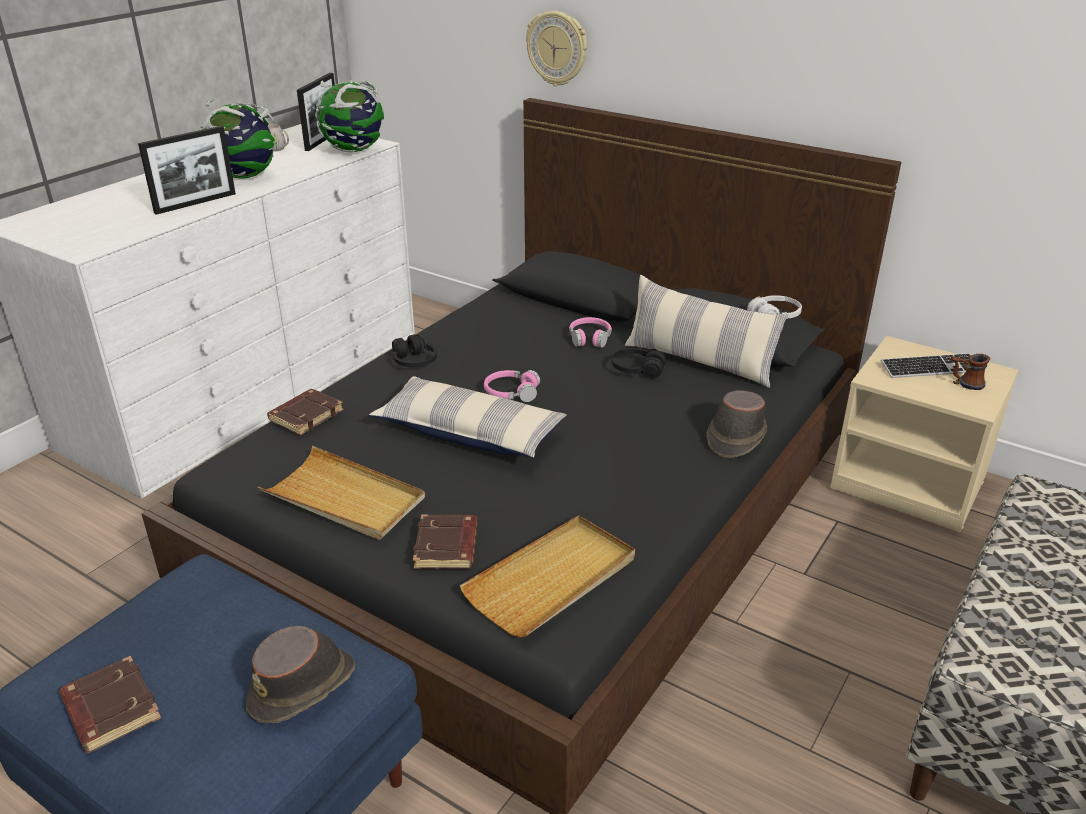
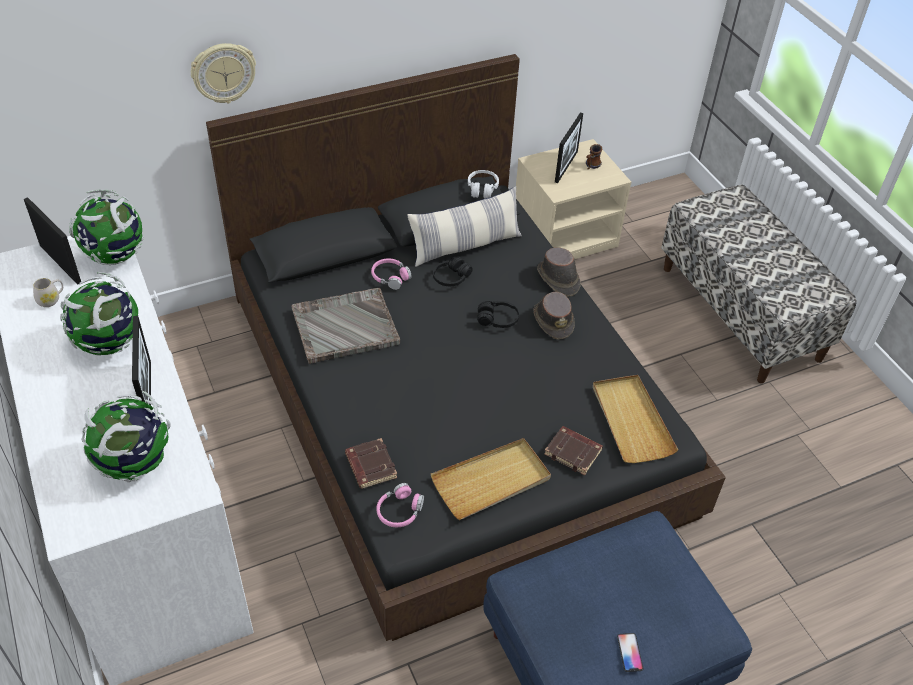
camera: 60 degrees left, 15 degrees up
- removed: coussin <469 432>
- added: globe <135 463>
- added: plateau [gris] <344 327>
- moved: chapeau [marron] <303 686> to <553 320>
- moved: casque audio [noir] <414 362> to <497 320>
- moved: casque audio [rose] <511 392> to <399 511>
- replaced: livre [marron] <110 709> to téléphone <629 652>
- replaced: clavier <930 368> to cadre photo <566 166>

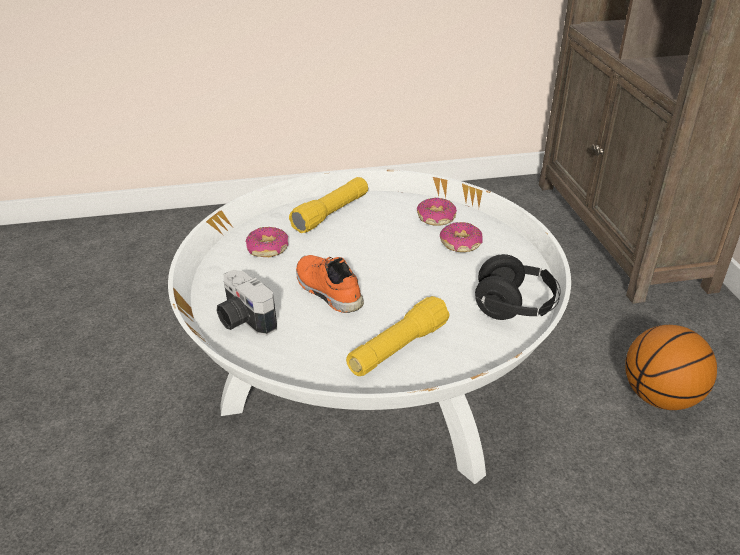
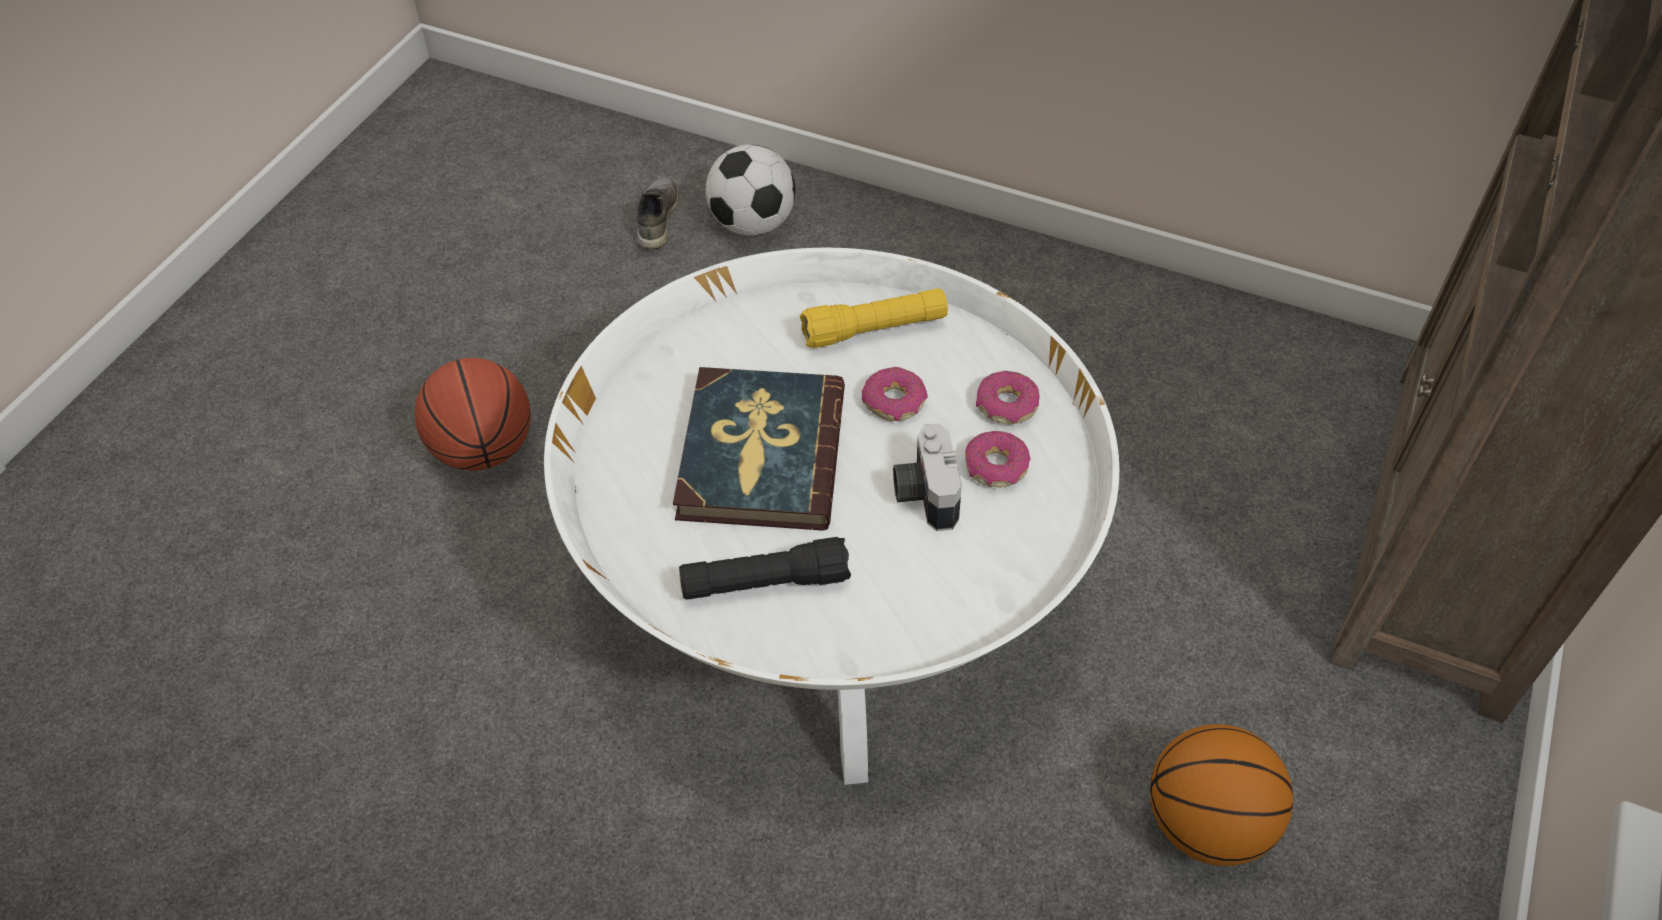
camera: 35 degrees right, 15 degrees up
- removed: casque audio [noir] <515 307>
- added: ballon de basket <483 450>
- added: chaussure [gris] <656 219>
- added: ballon de foot <752 224>
- moved: appareil photo <243 320> to <923 493>
- moved: beignet <268 248> to <894 402>
- replaced: chaussure [orange] <326 291> to livre <760 454>
- recoloured: lampe de poche [jaune] <398 348> to lampe de poche [noir] <765 583>

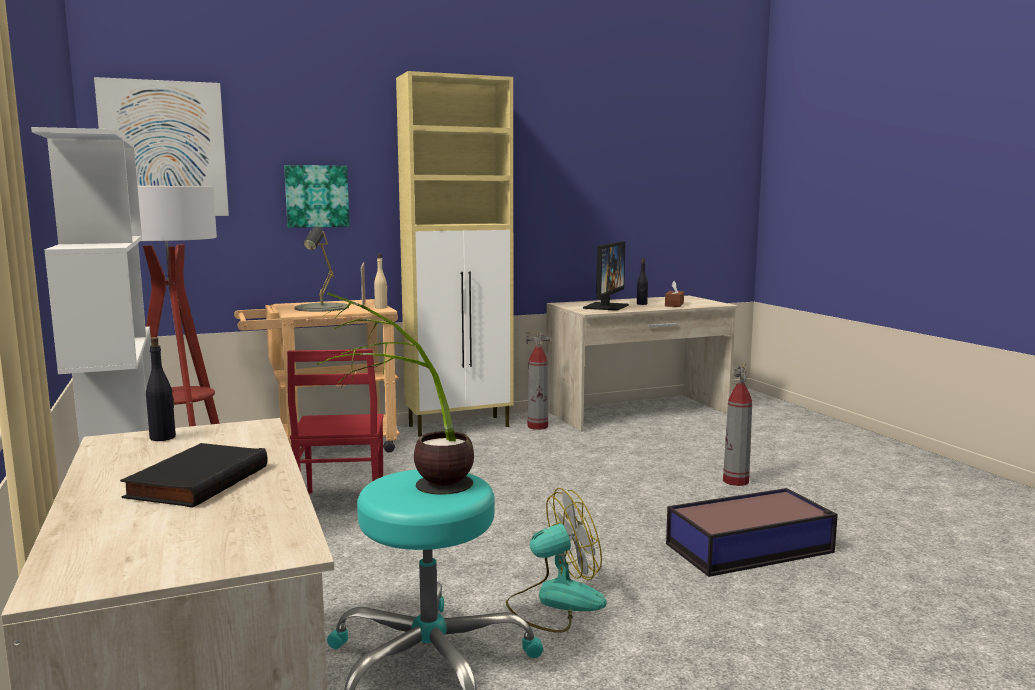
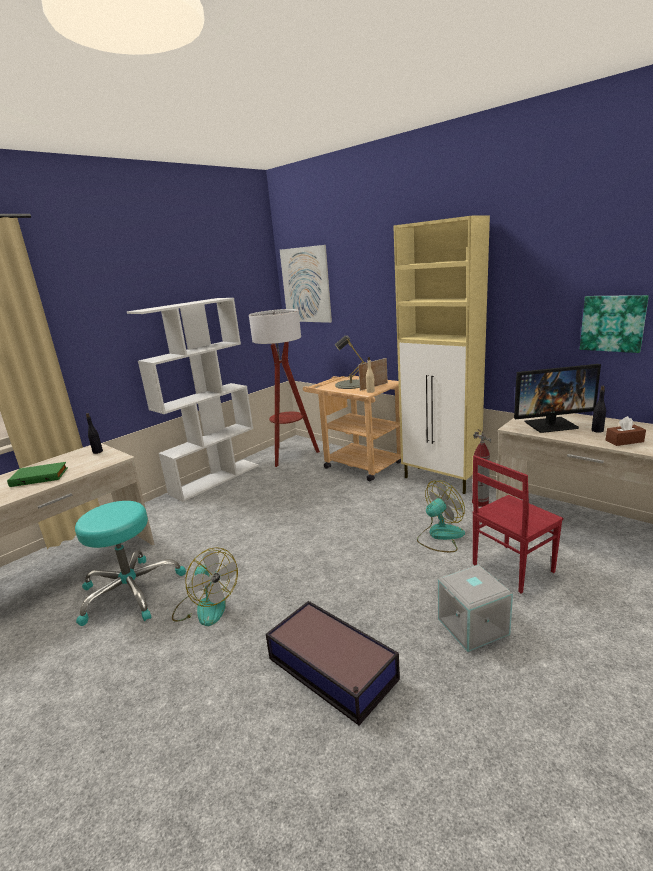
camera: 65 degrees right, 10 degrees up
- removed: plante en pot <410 490>
- added: ventilateur <440 536>
- moved: tableau <317 196> to <613 323>
- moved: chaise [rouge] <340 504> to <511 568>
- replaced: extincteur <736 481> to boîte de rangement [gris] <473 627>
- recoloured: livre [noir] <196 481> to livre [vert] <40 476>

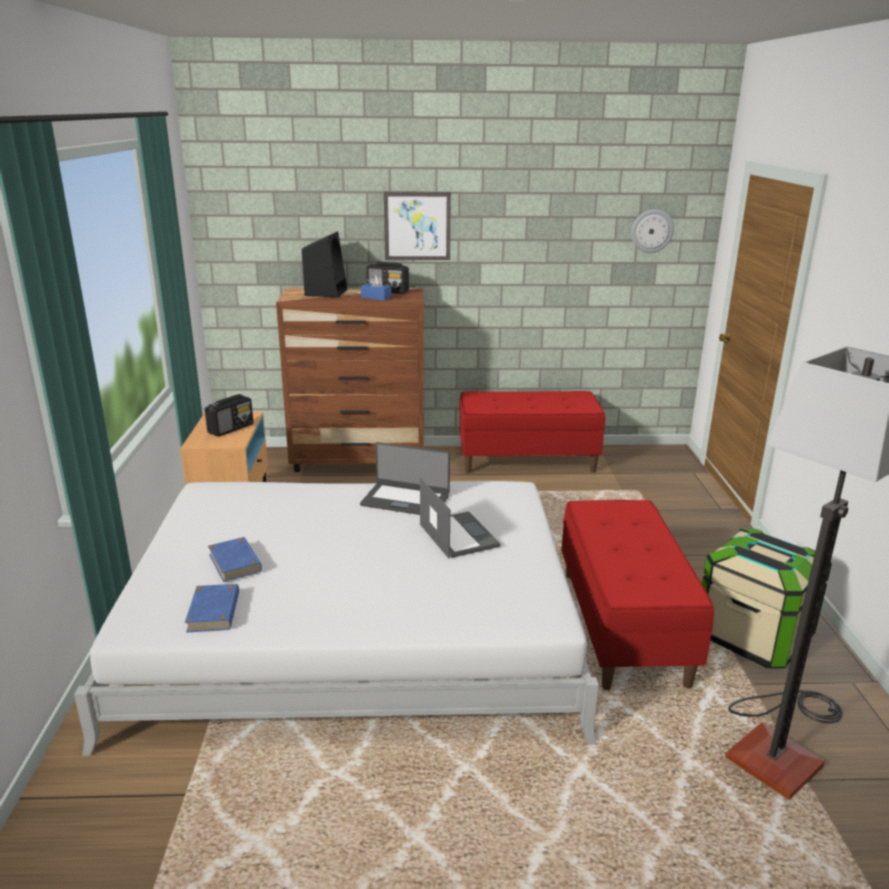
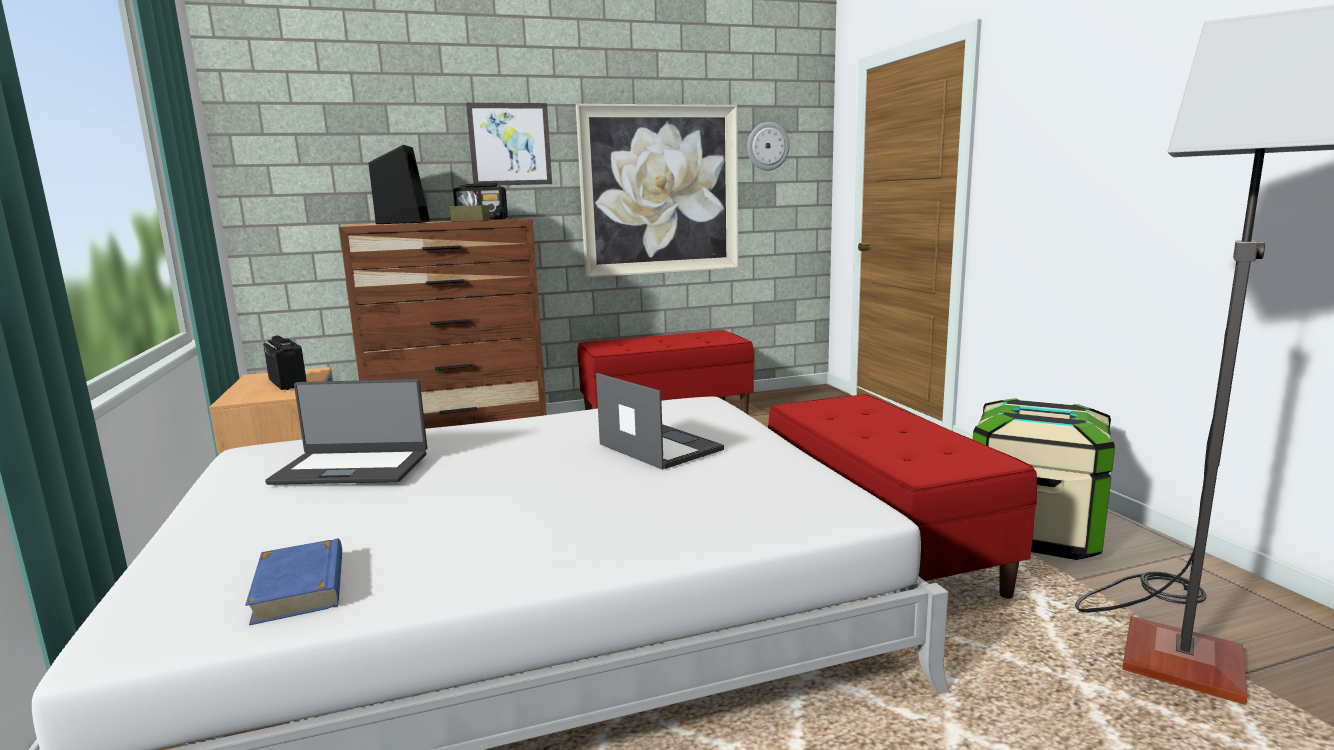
camera: 15 degrees left, 10 degrees down
- removed: livre [bleu] <235 562>
- added: tableau <660 190>
- moved: ordinateur portable <405 500> to <352 468>
- recoloured: boîte à mouchoirs [bleu] <376 297> to boîte à mouchoirs [marron] <470 221>
- turned: radio <231 428> = <287 383> 60 degrees counterclockwise

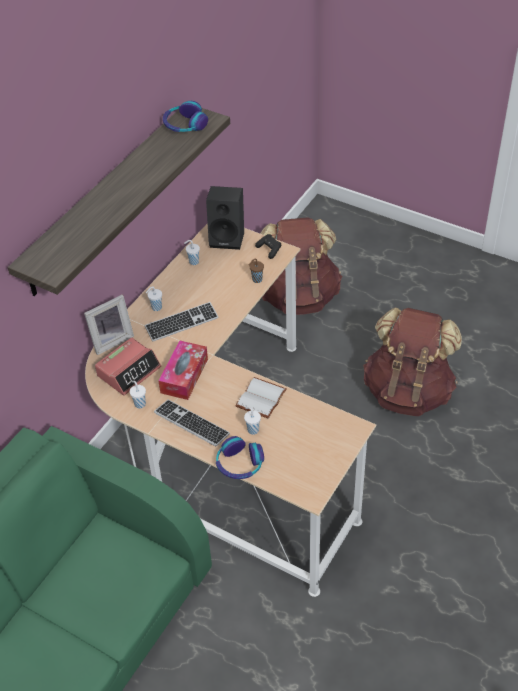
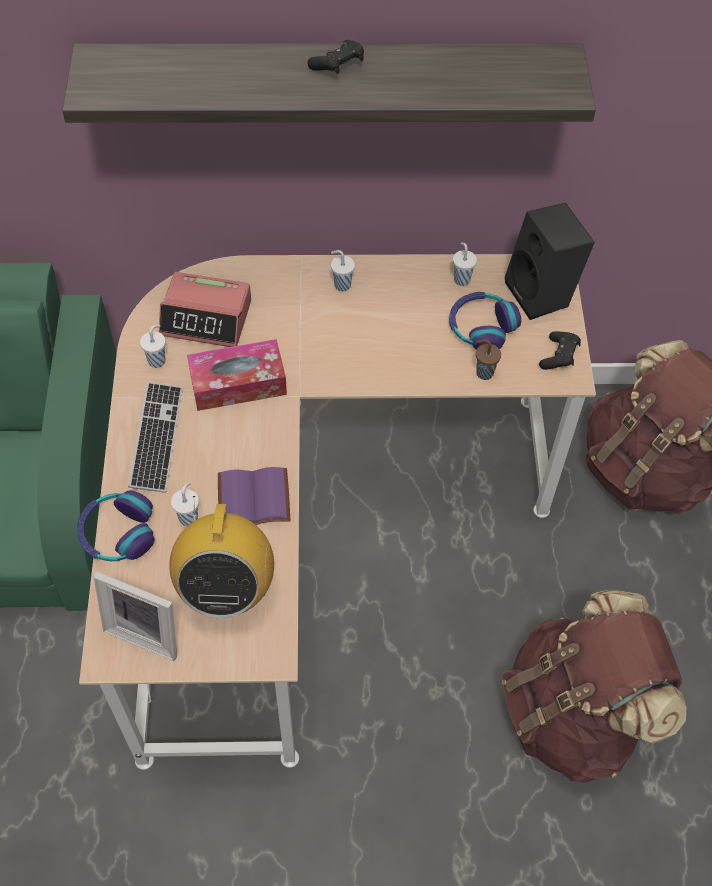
camera: 55 degrees right, 10 degrees up
- removed: clavier <182 323>
- added: radio <226 588>
- added: manette [noir] <338 66>
- moved: cadre photo <111 340> to <147 630>
- moved: casque audio <185 125> to <481 327>
- recoloured: livre [blanc] <262 399> to livre [violet] <252 500>

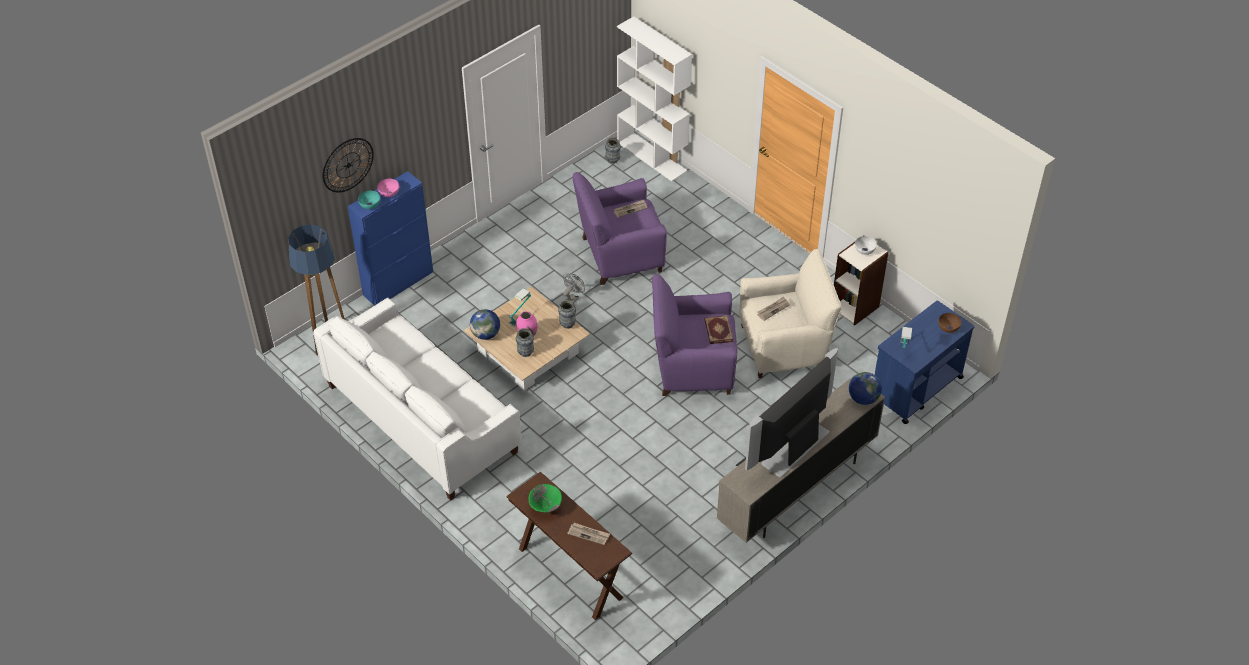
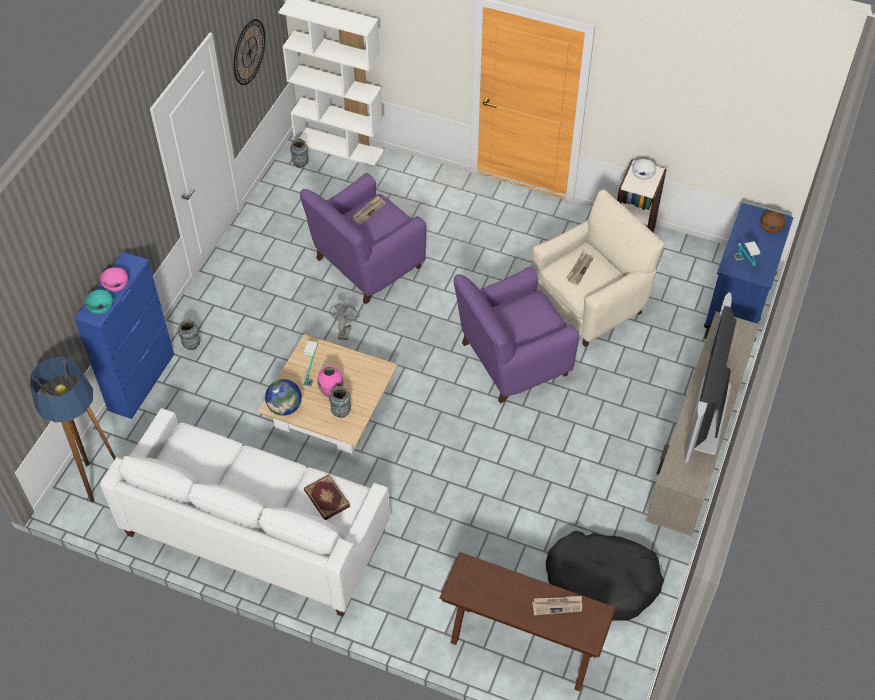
camera: 25 degrees left, 5 degrees up
- removed: bol [vert] <545 506>
- removed: globe <863 398>
- added: panier pour chien [noir] <602 582>
- moved: horloge murale <348 165> to <249 52>
- moved: vase <567 324> to <192 345>
- moved: livre <718 331> to <326 499>

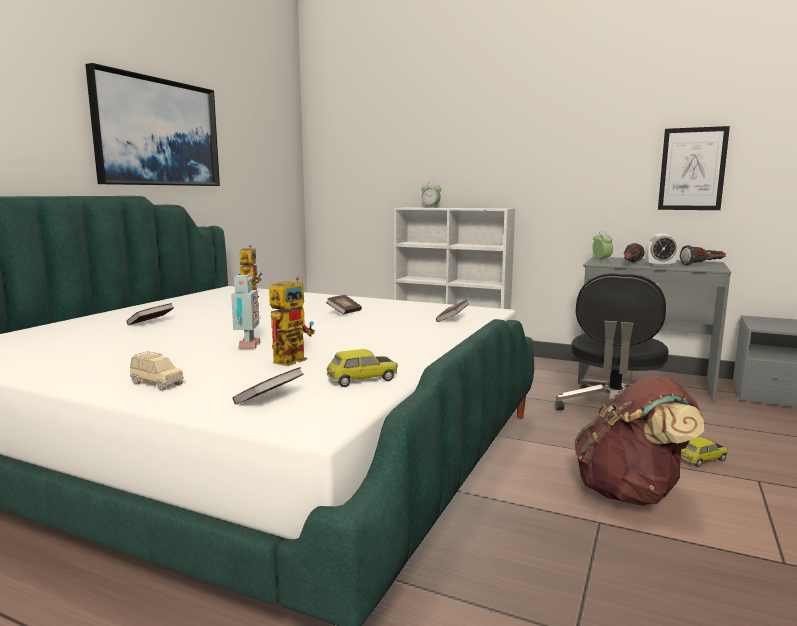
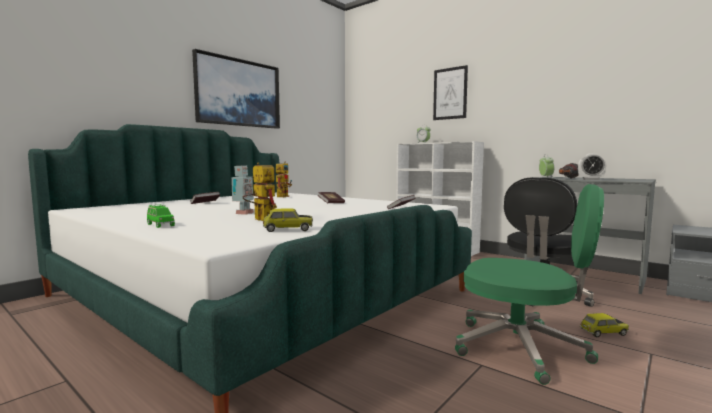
camera: 15 degrees right, 5 degrees down
- removed: livre <269 399>
- removed: lampe de poche <703 265>
- moved: tableau <692 169> to <450 93>
- replaced: sac à dos [marron] <631 493> to chaise de bureau [vert] <522 348>
- recoloured: petite voiture [beige] <156 384> to petite voiture [vert] <160 225>
- turned: robot jouet <292 359> = <260 219> 90 degrees counterclockwise

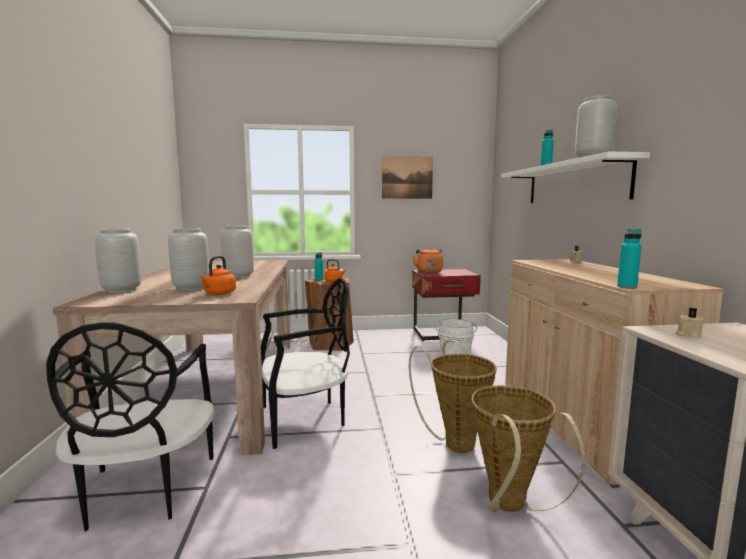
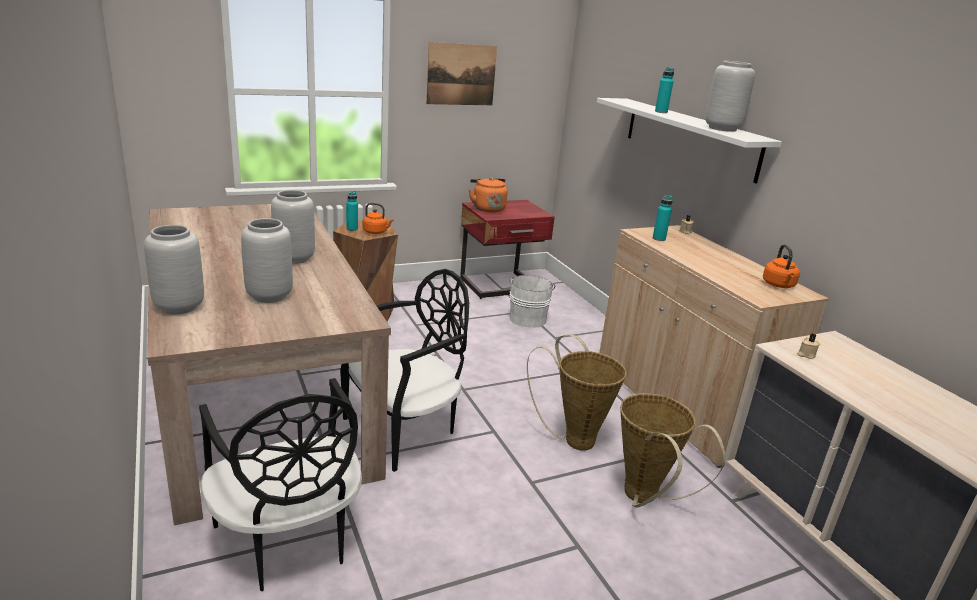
camera: 20 degrees left, 15 degrees up
- moved: bouilloire [orange] <219 294> to <779 285>
- moved: bouteille [turquoise] <627 287> to <659 238>

